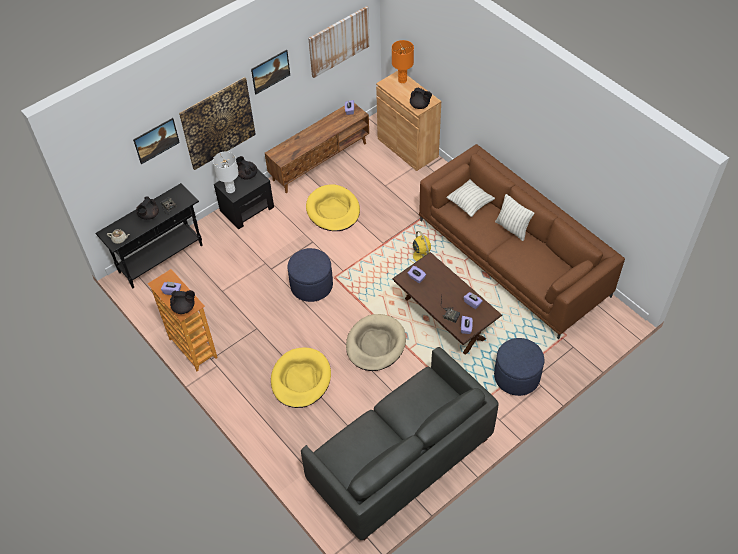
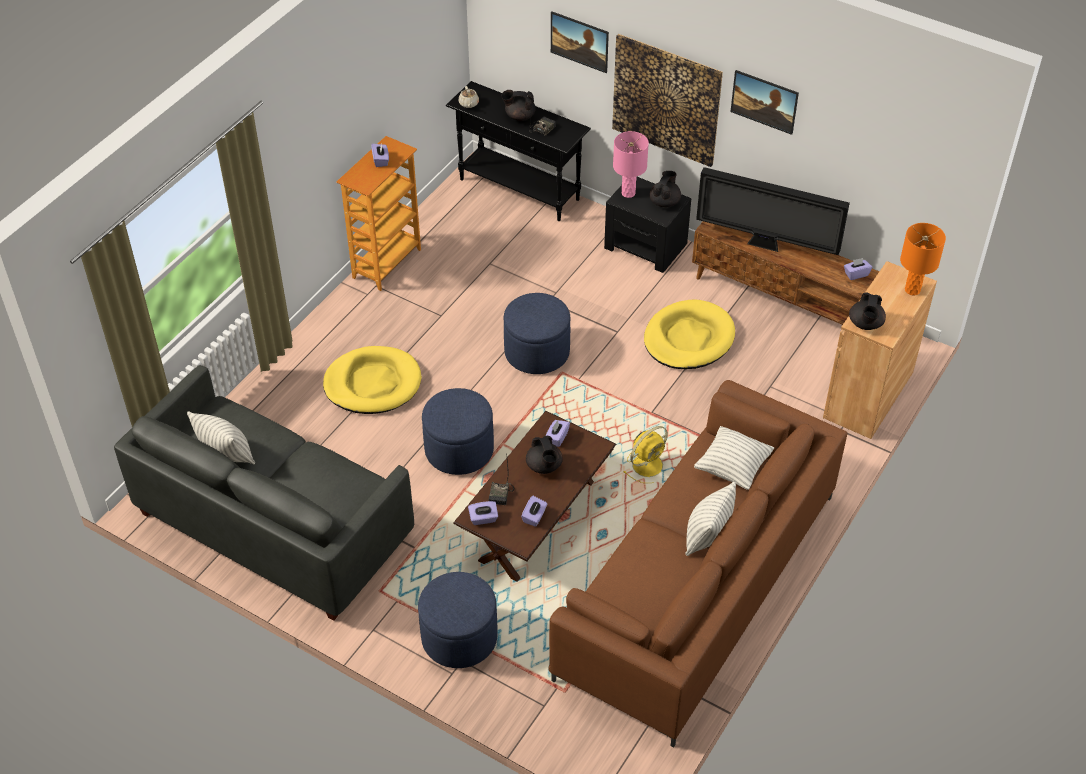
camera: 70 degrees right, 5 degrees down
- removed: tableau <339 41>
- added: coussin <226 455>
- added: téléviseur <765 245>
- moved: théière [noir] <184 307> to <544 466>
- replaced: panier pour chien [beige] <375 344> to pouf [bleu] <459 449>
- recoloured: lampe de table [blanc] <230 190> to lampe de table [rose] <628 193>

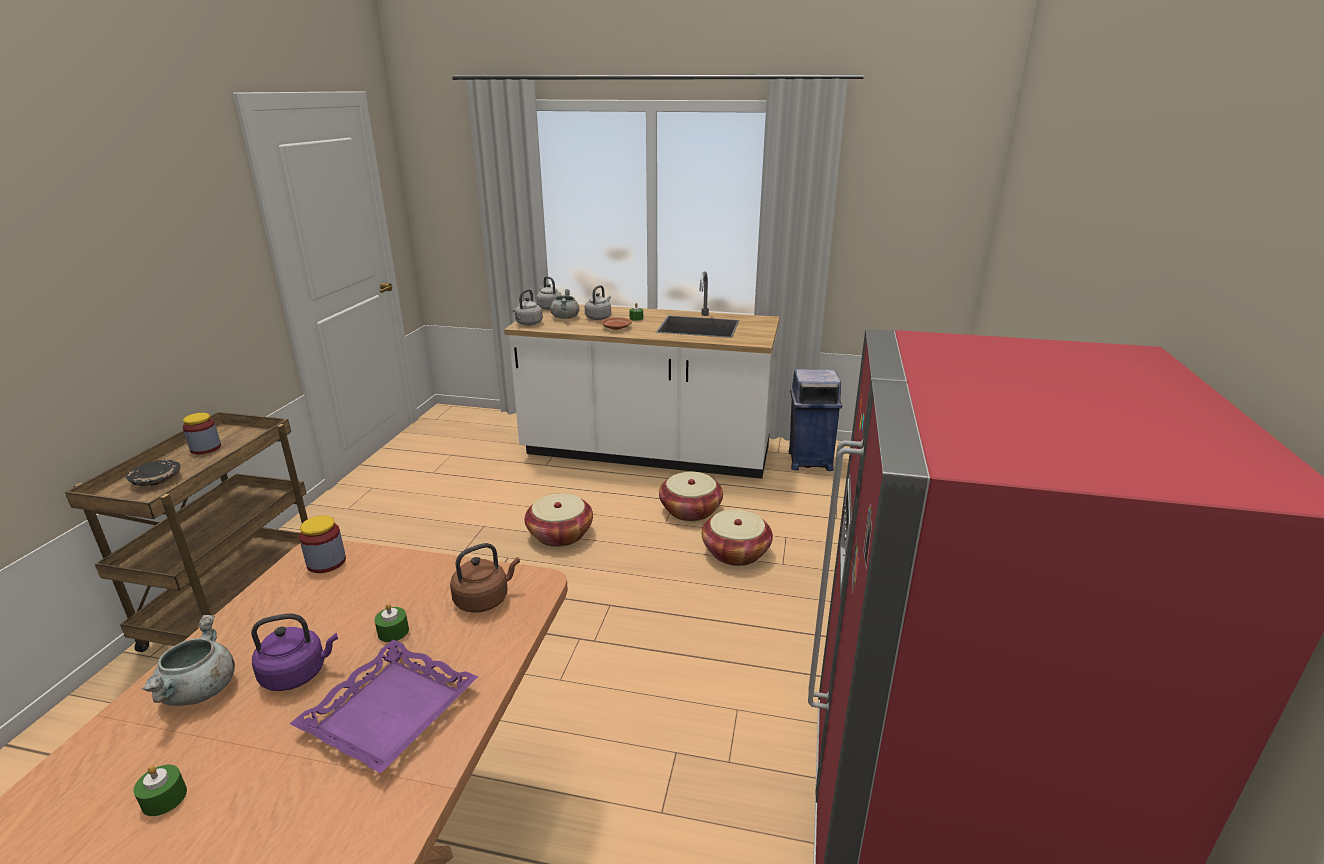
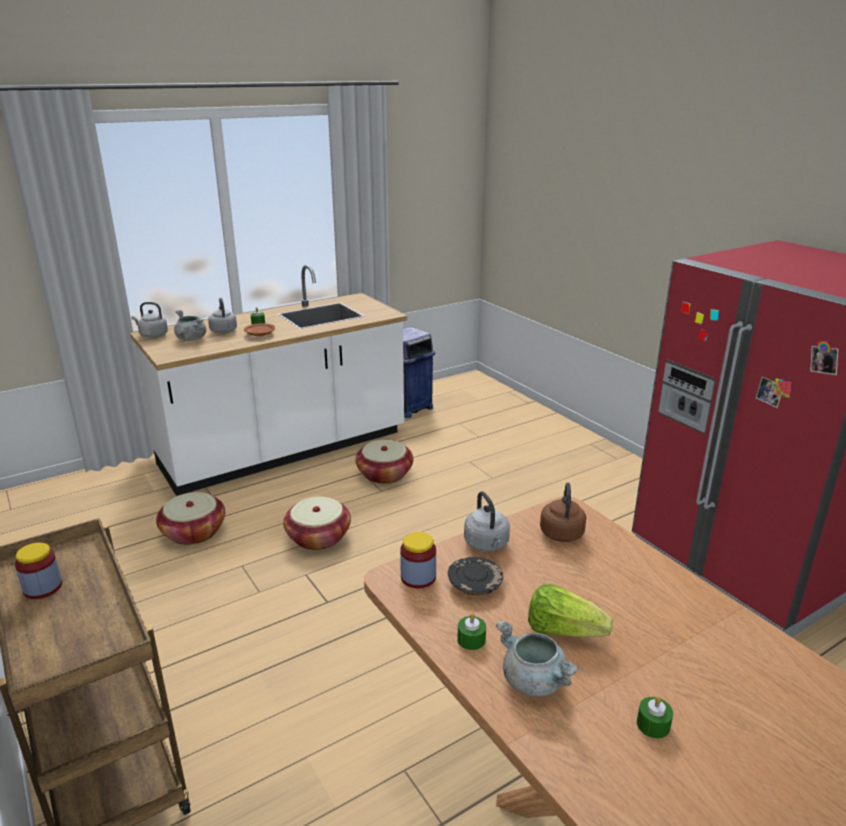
camera: 45 degrees left, 0 degrees up
- removed: plateau [violet] <391 712>
- moved: assiette [noir] <157 480> to <475 584>
- moved: bougie [vert] <393 632> to <471 640>
- moved: bouilloire [gris] <528 323> to <487 545>
- moved: panier <735 552> to <193 532>
- replaced: bouilloire [violet] <298 674> to laitue <563 631>

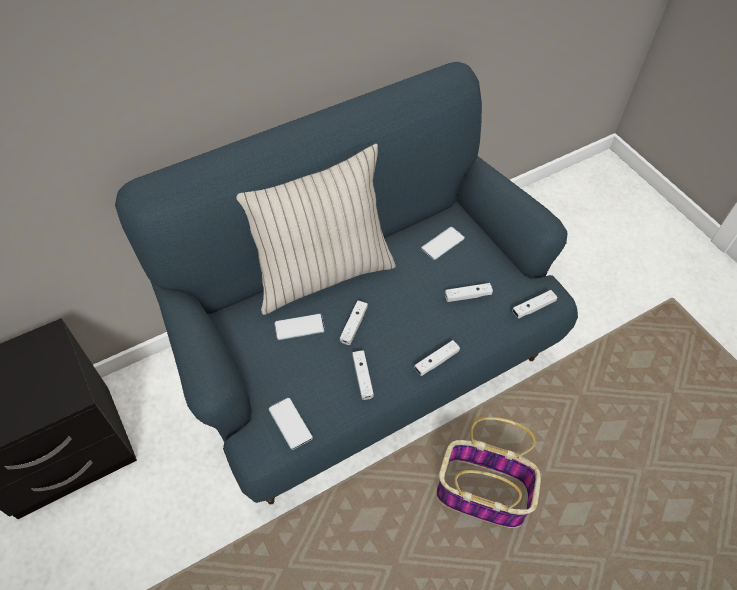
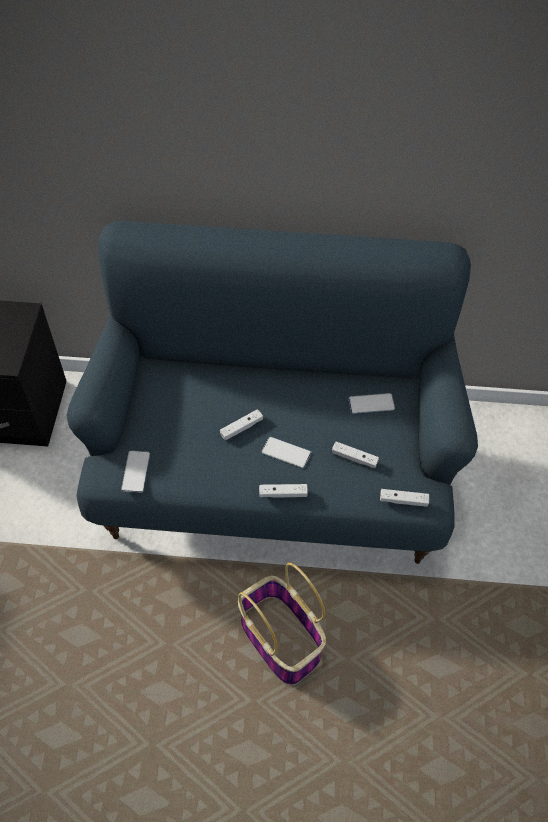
camera: 35 degrees right, 0 degrees up
- removed: coussin [beige] <321 273>
- removed: manette [blanc] <362 377>
- moved: téléphone <299 327> to <286 452>

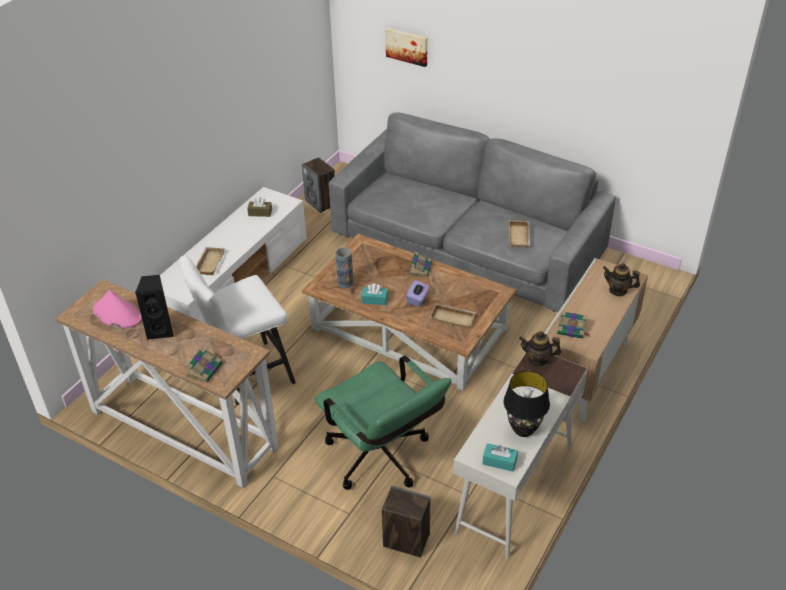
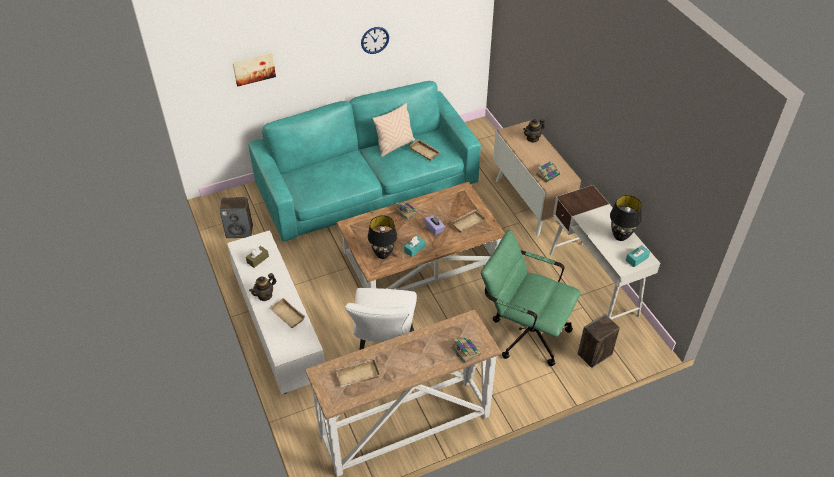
camera: 55 degrees left, 5 degrees up
- removed: enceinte [noir] <161 330>
- added: horloge murale <374 40>
- added: coussin [beige] <395 146>
- moved: théière <538 360> to <265 295>
- replaced: chapeau [rose] <117 314> to plateau [beige] <357 376>
- replaced: vase <345 283> to lampe de table [noir] <382 254>
- recoloured: canapé [gris] <466 243> to canapé [turquoise] <367 185>
- turned: chaise de bureau [vert] <383 460> = <524 332> 150 degrees counterclockwise

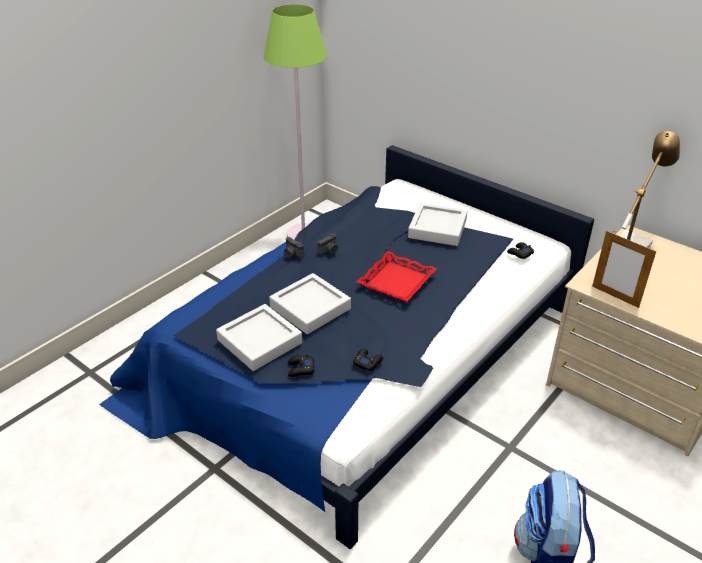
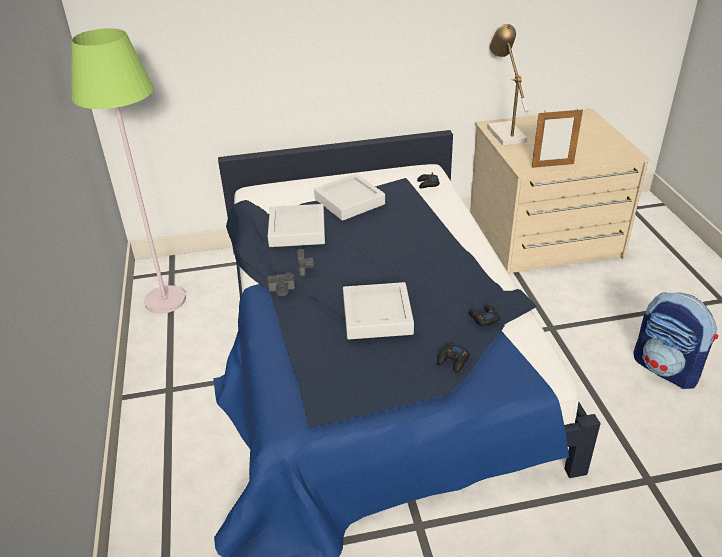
camera: 50 degrees left, 0 degrees up
- removed: plateau [rouge] <397 282>
- moved: plateau [gris] <260 341> to <297 230>

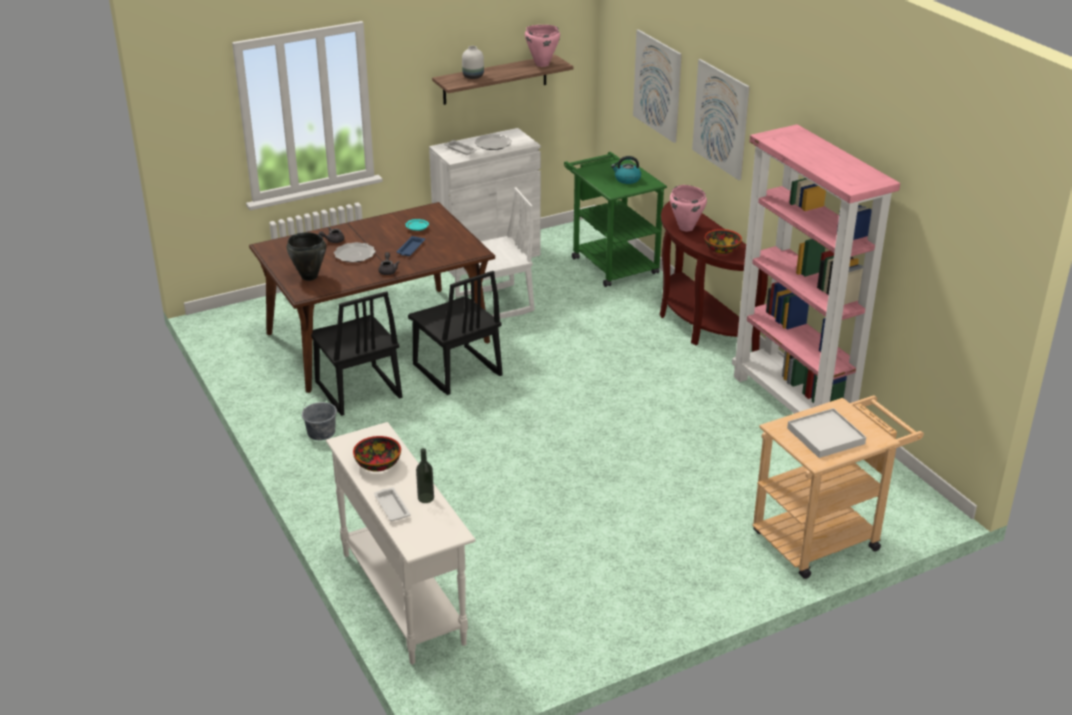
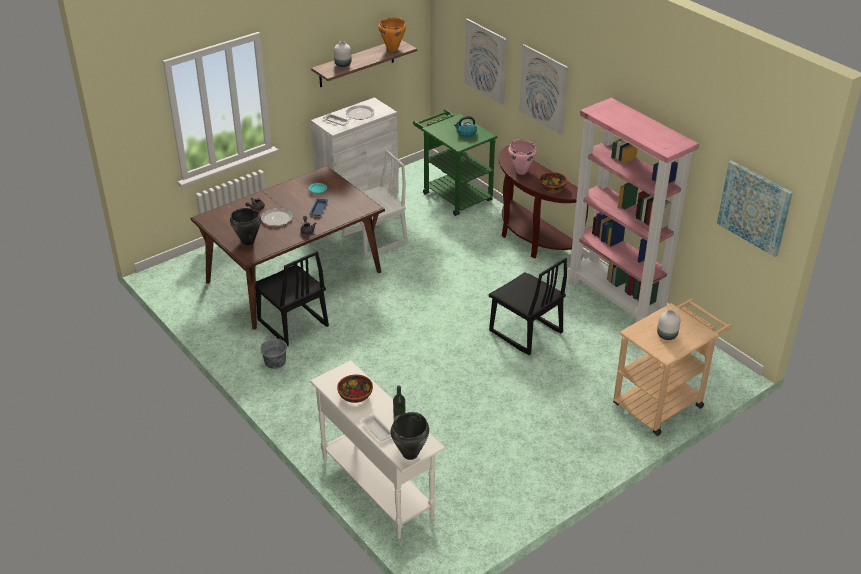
camera: 10 degrees left, 5 degrees up
- added: marmite [noir] <410 454>
- added: tableau <754 207>
- moved: chaise [noir] <456 371> to <525 332>
- replaced: plateau [blanc] <826 436> to vase [blanc] <667 335>
- recoloured: marmite [rose] <541 64> to marmite [orange] <392 48>

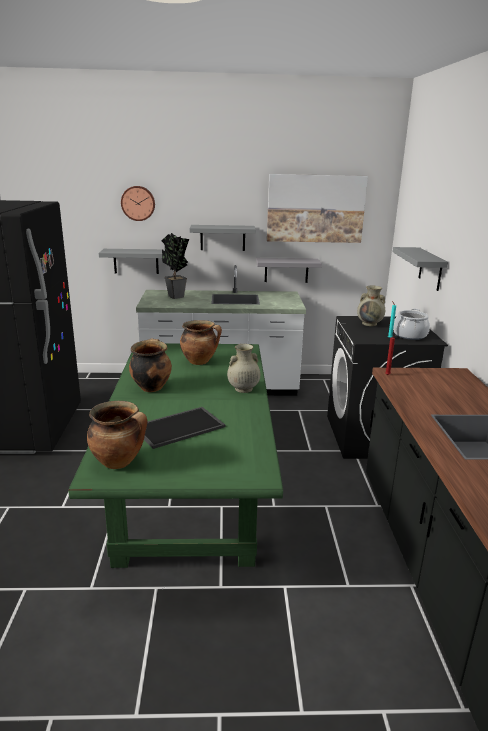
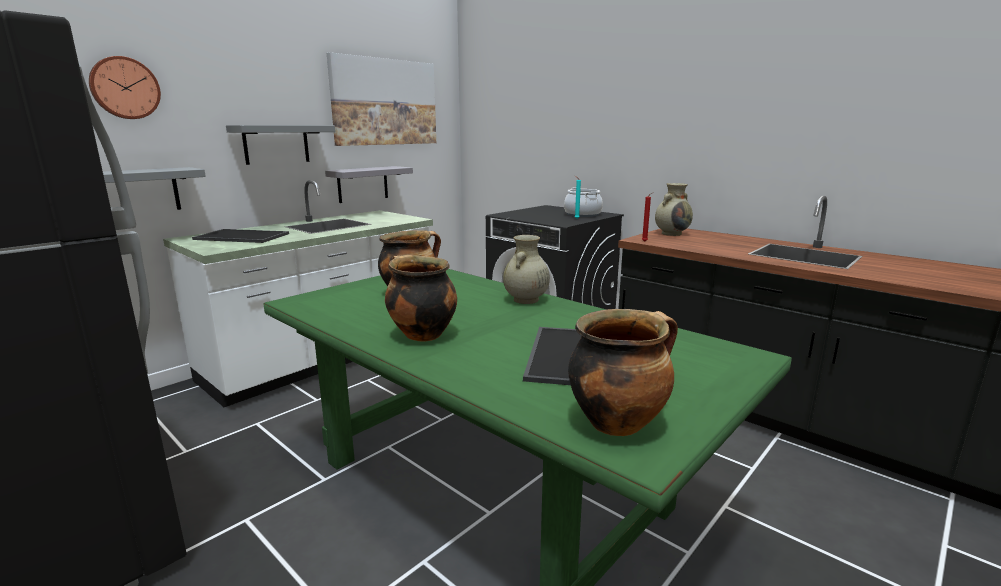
camera: 45 degrees left, 5 degrees down
- removed: étagère [gris] <430 269>
- moved: vase [beige] <370 324> to <672 233>
- replaced: plante en pot <176 297> to plateau <240 237>

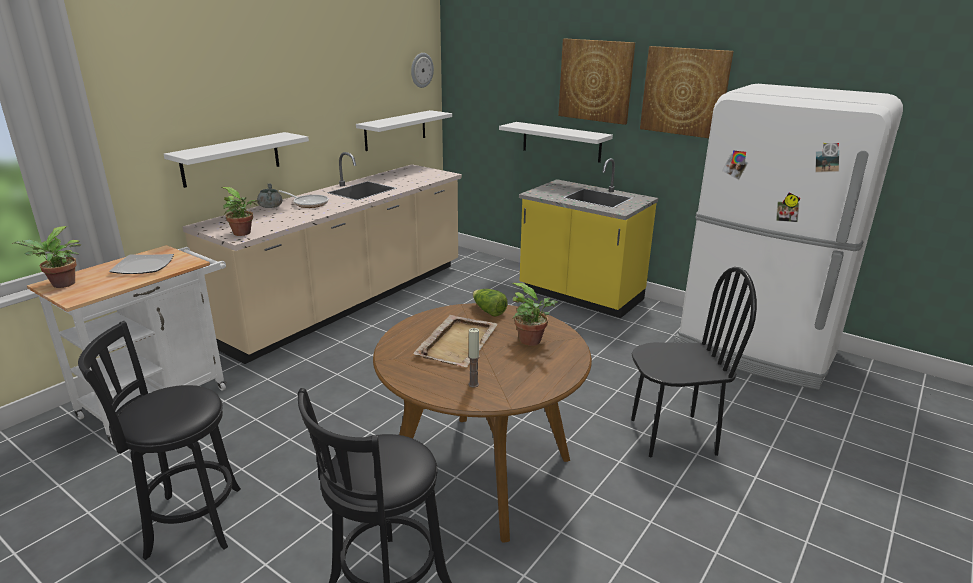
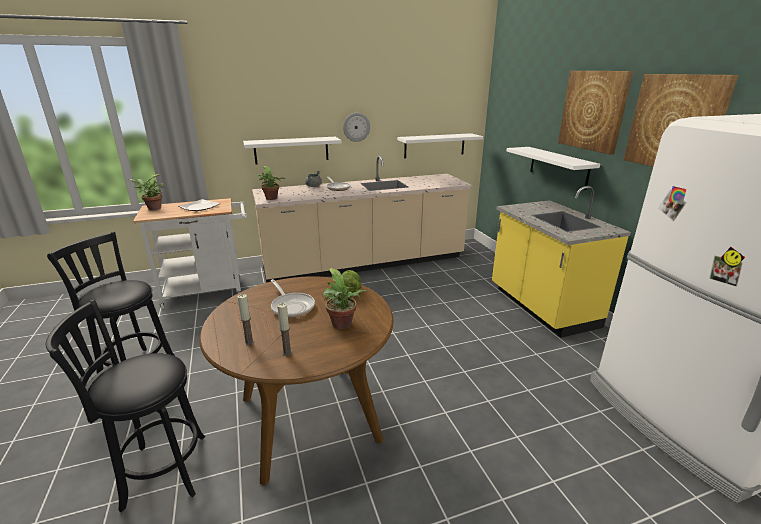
camera: 35 degrees right, 0 degrees up
- removed: chaise [noir] <672 436>
- added: bougie <287 353>
- moved: horloge murale <421 70> to <356 127>
- replaced: plateau [beige] <458 342> to poêle <291 306>

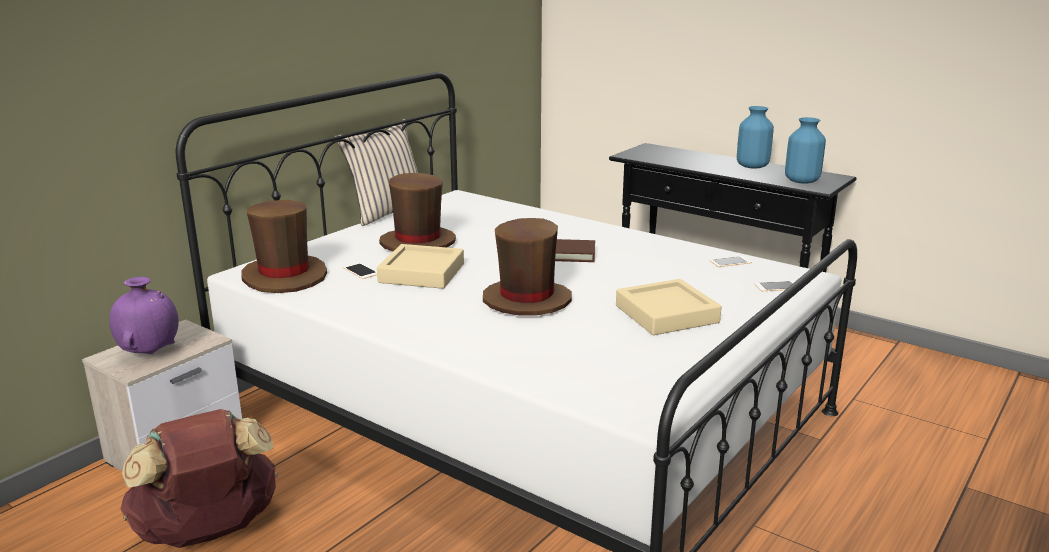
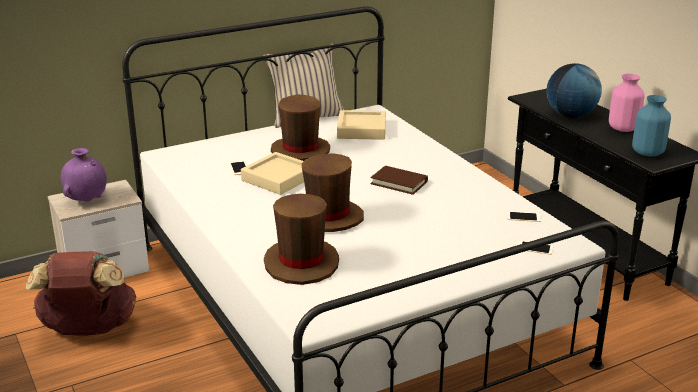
camera: 25 degrees right, 5 degrees up
- added: globe <571 115>
- moved: chapeau [marron] <285 276> to <301 263>
- moved: plateau [beige] <666 314> to <361 130>
- recoloured: vase [bleu] <752 166> to vase [rose] <623 128>

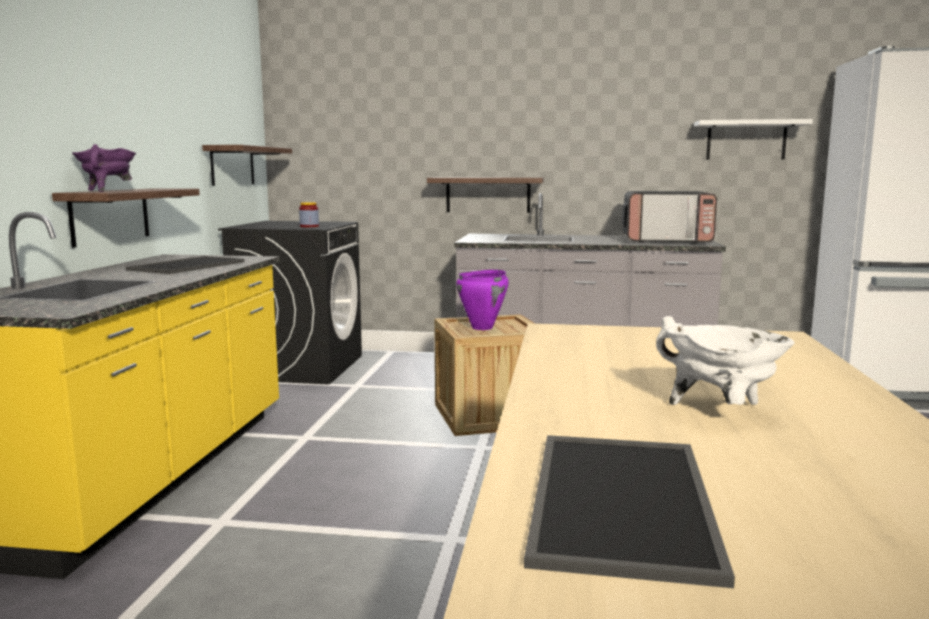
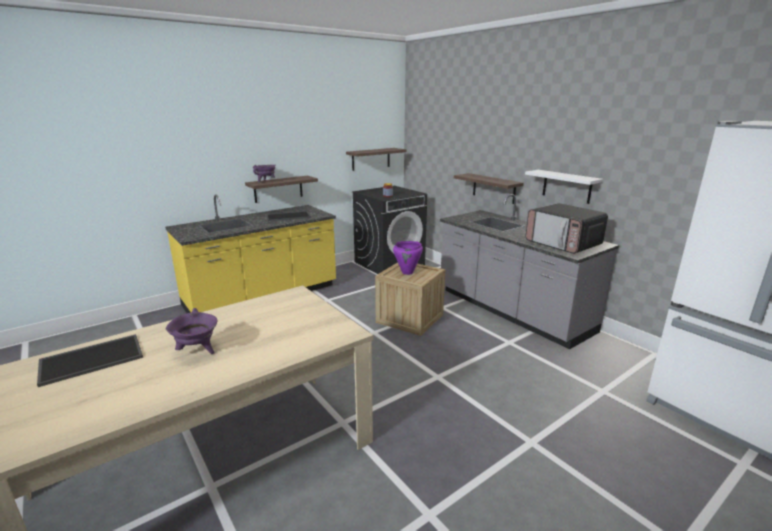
camera: 45 degrees right, 10 degrees up
- moved: étagère [blanc] <746 140> to <566 186>
- recoloured: marmite [blanc] <721 411> to marmite [violet] <197 351>

